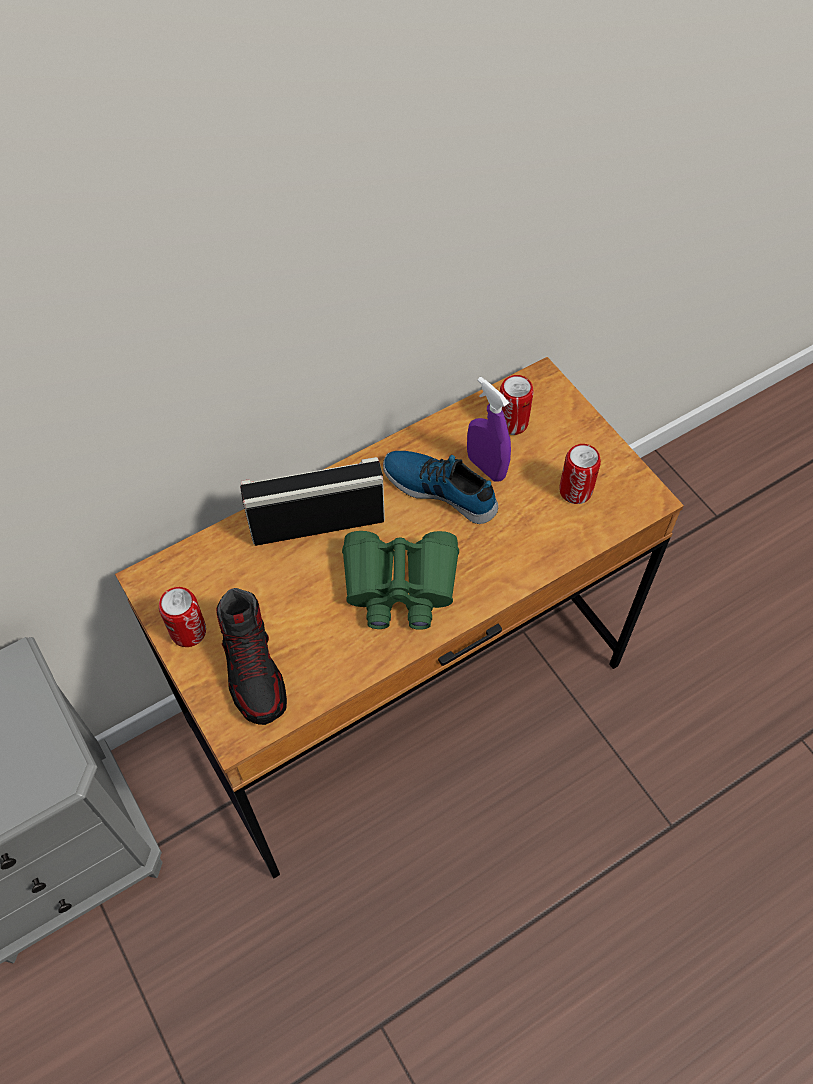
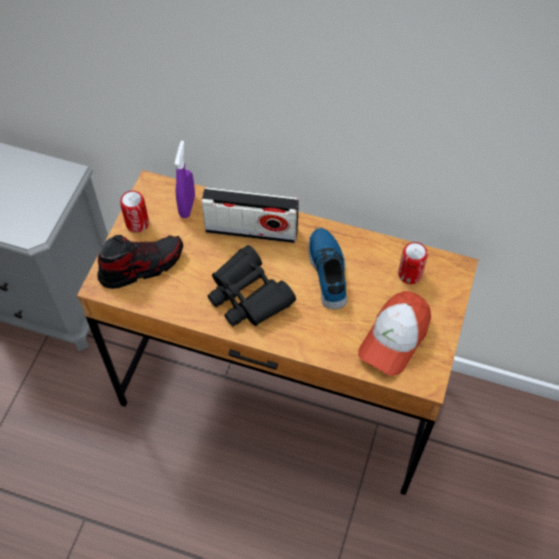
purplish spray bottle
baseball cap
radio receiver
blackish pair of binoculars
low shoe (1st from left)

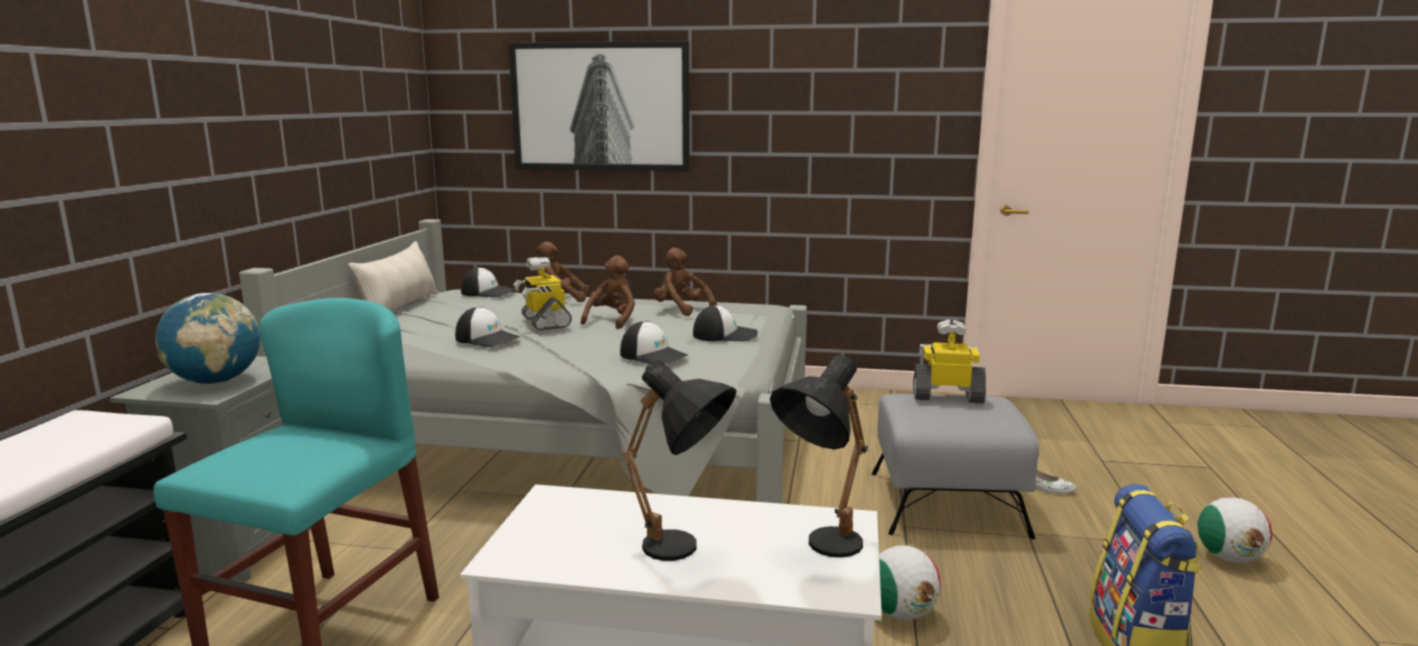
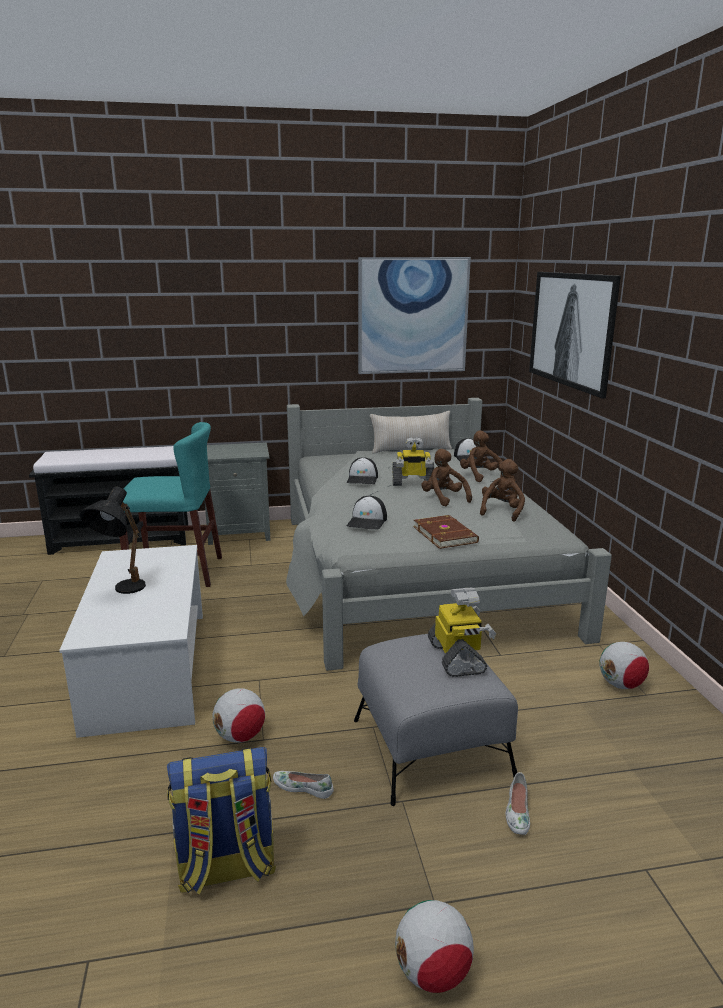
brown cuddly toy (1st from left)
toy robot (1st from left)
globe
brown volume
blackish lamp for a table (2nd from left in the first image)
wall art (1st from left)
football (3rd from left)
white-coloured low shoe (1st from left)

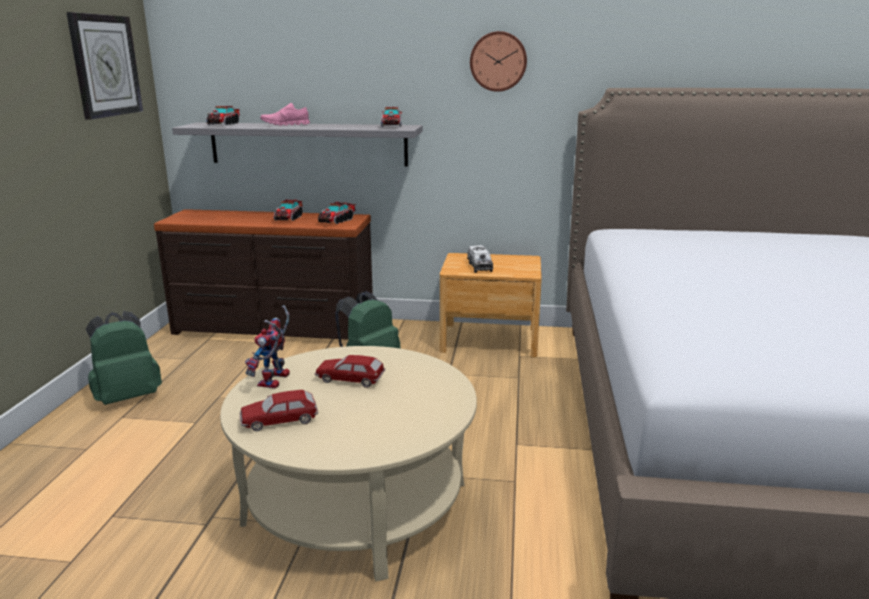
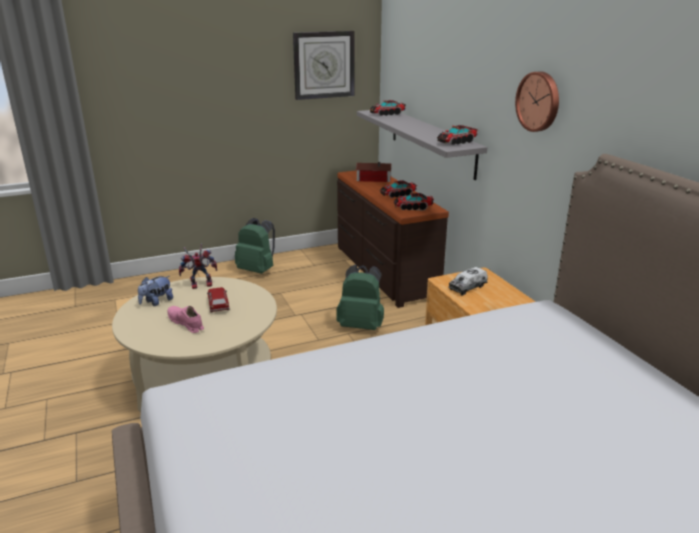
pinkish low shoe
cuddly toy
miniature house

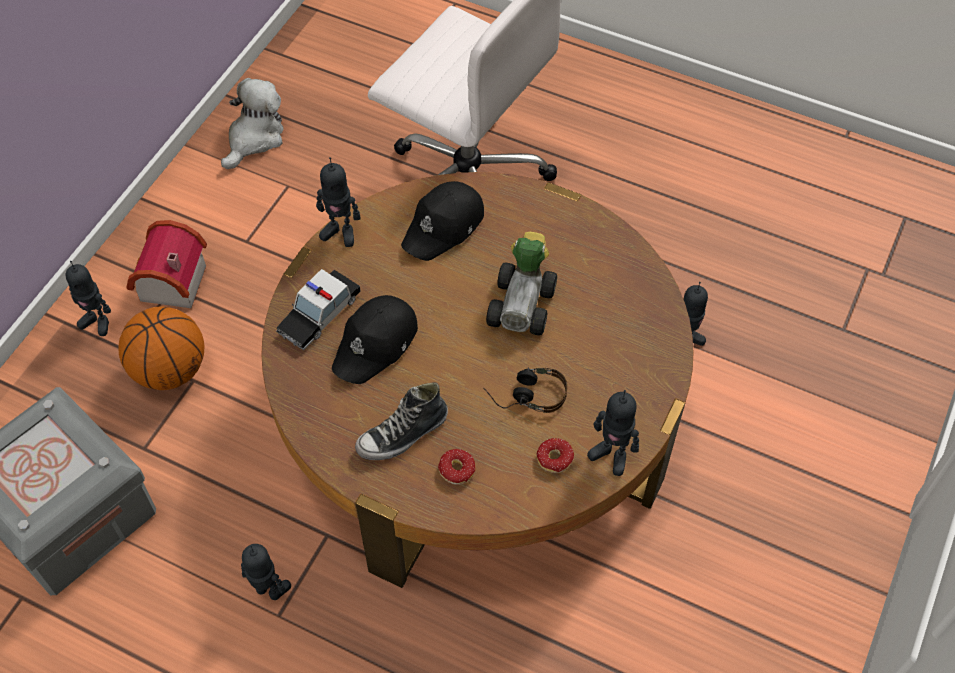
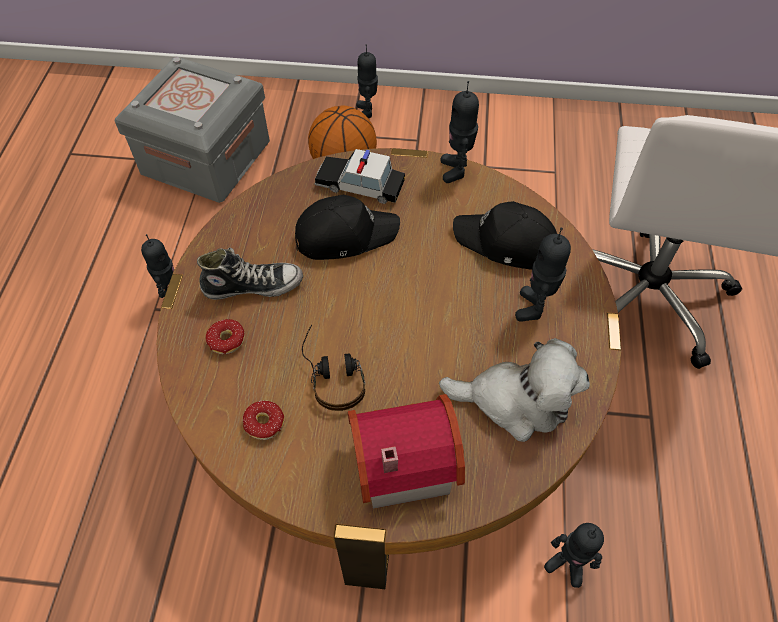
cuddly toy
miniature house
model car (2nd from left in the first image)
blackish baseball cap (1st from left)
low shoe
toy robot (4th from left)

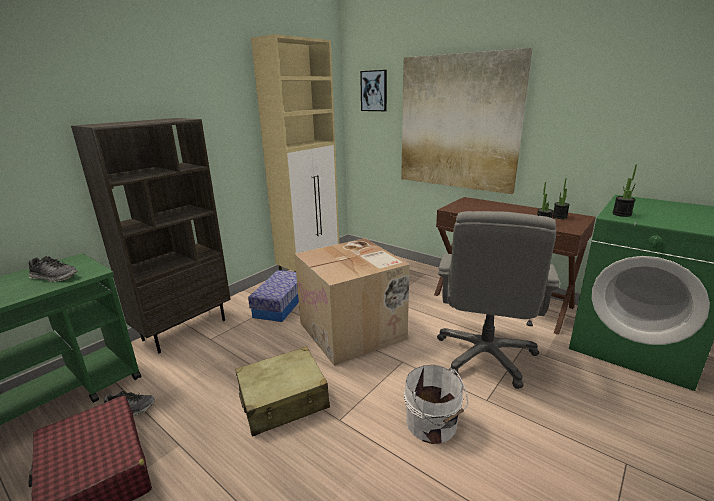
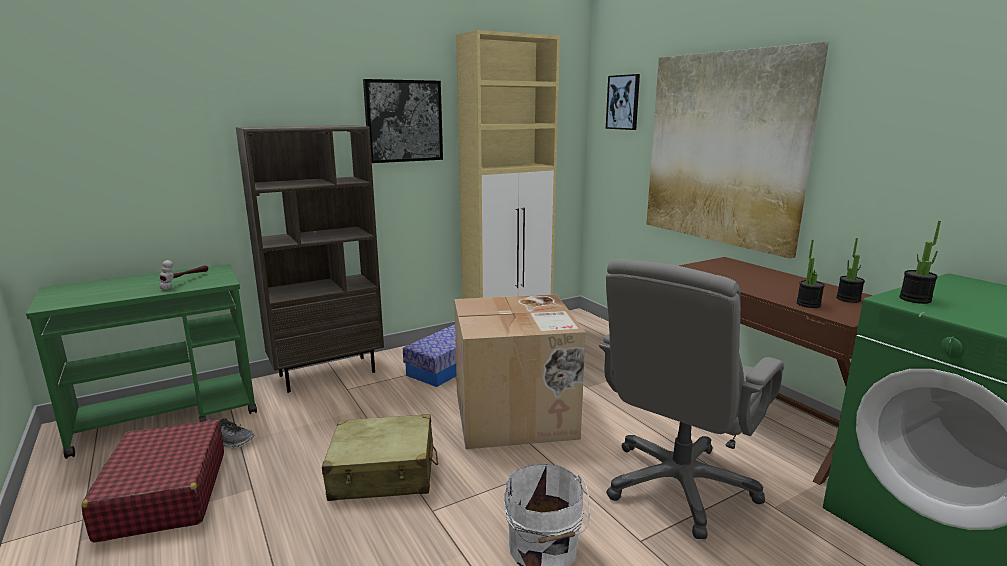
tool hammer
wall art (1st from left)

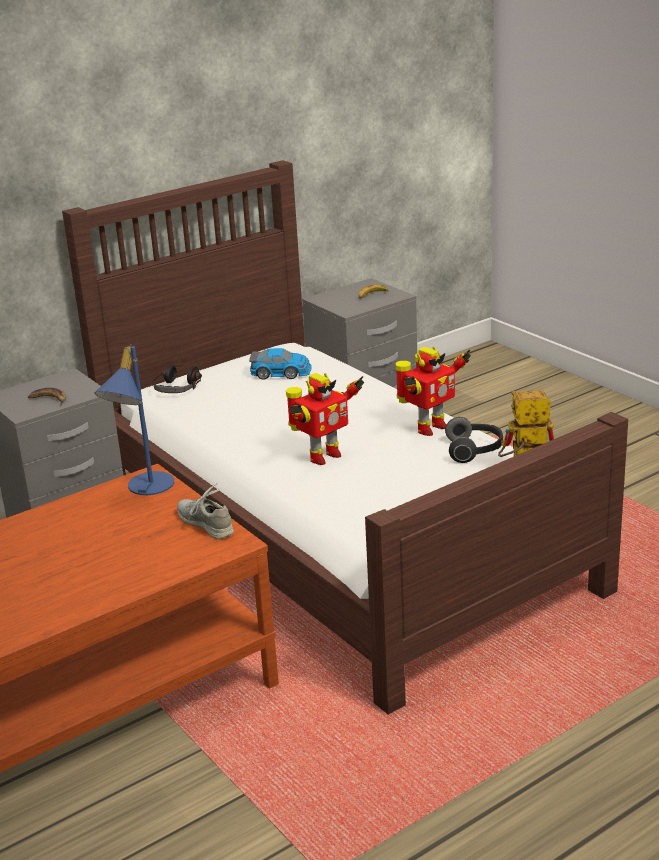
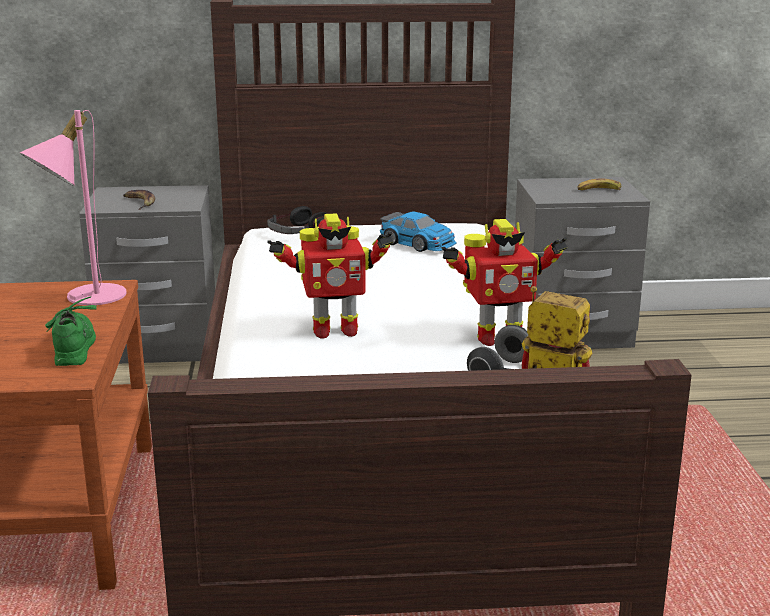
pinkish lamp for a table
green low shoe

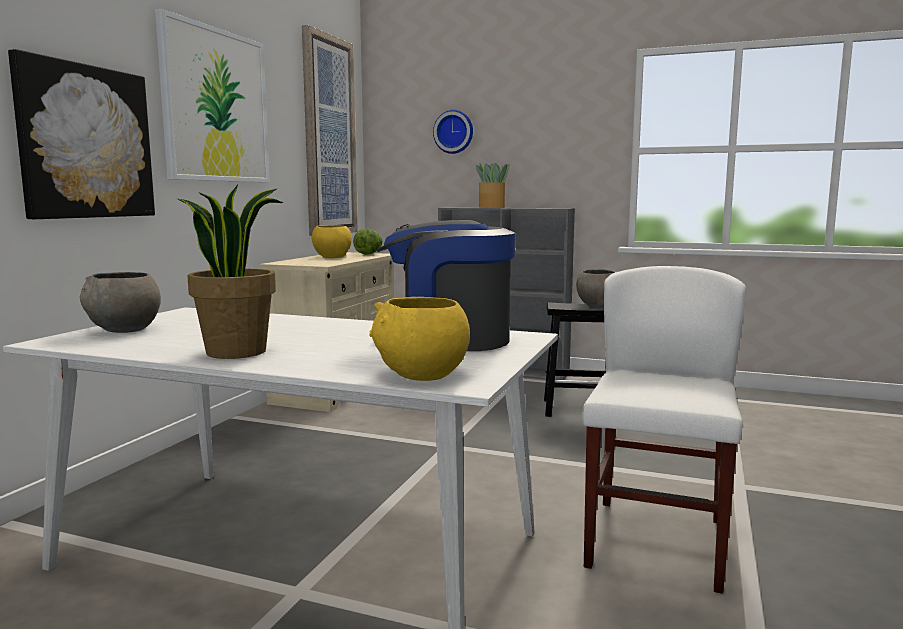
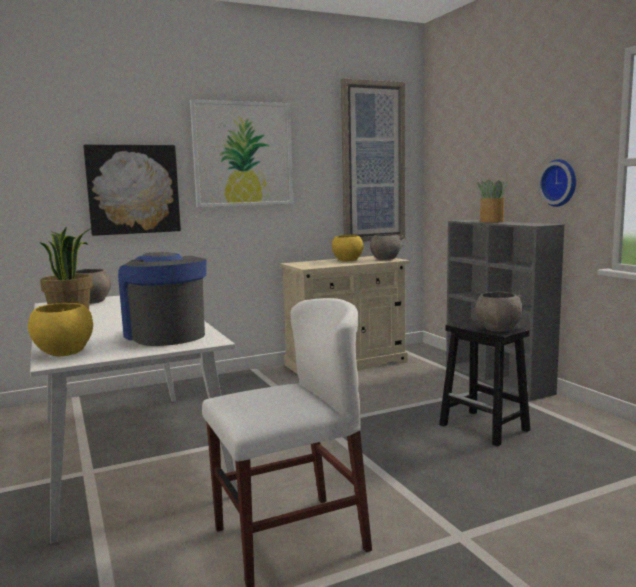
wall clock
gray deep dish (2nd from left)

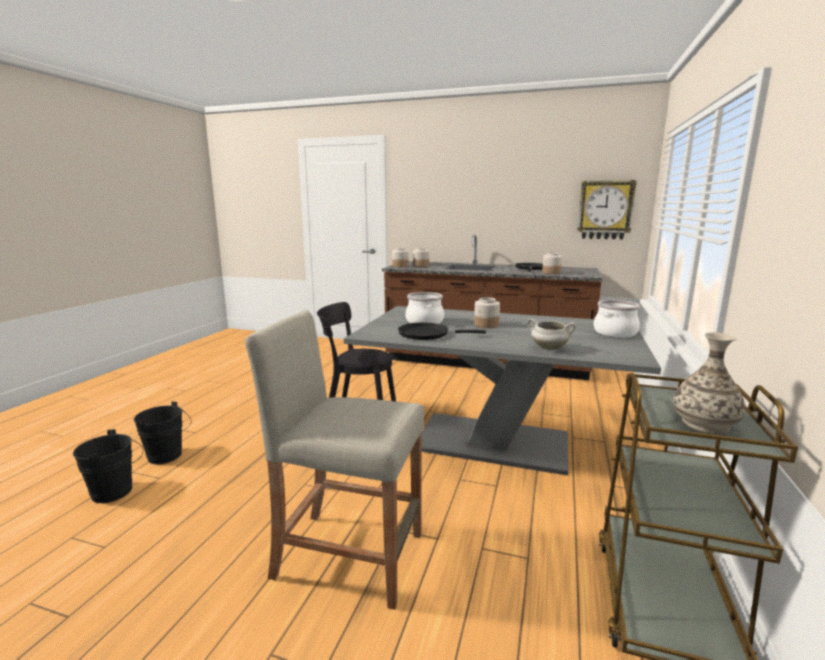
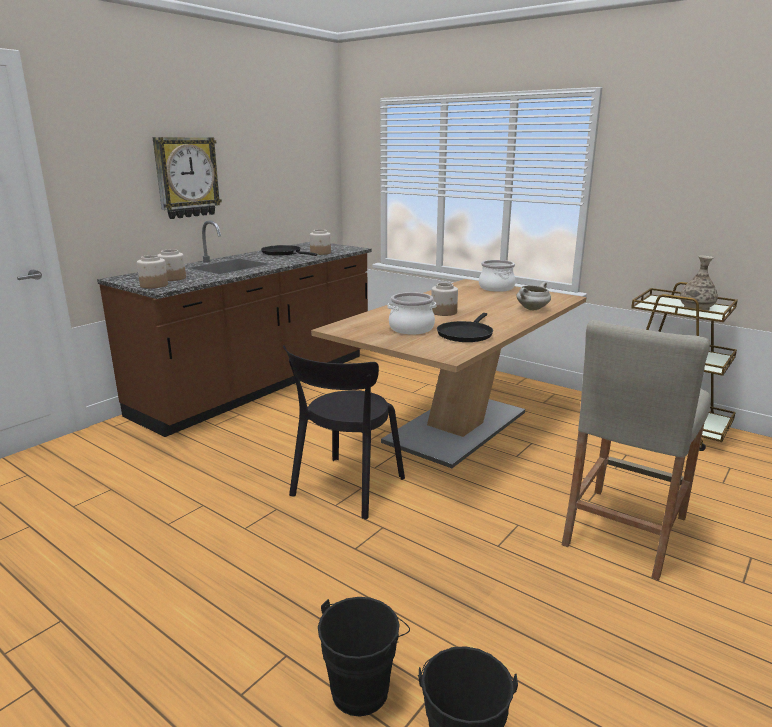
wall clock
brown kitchen table

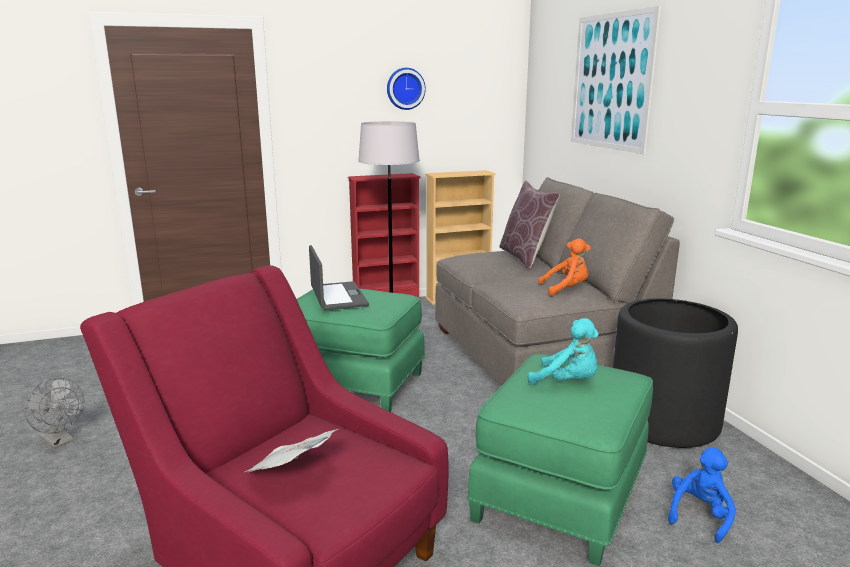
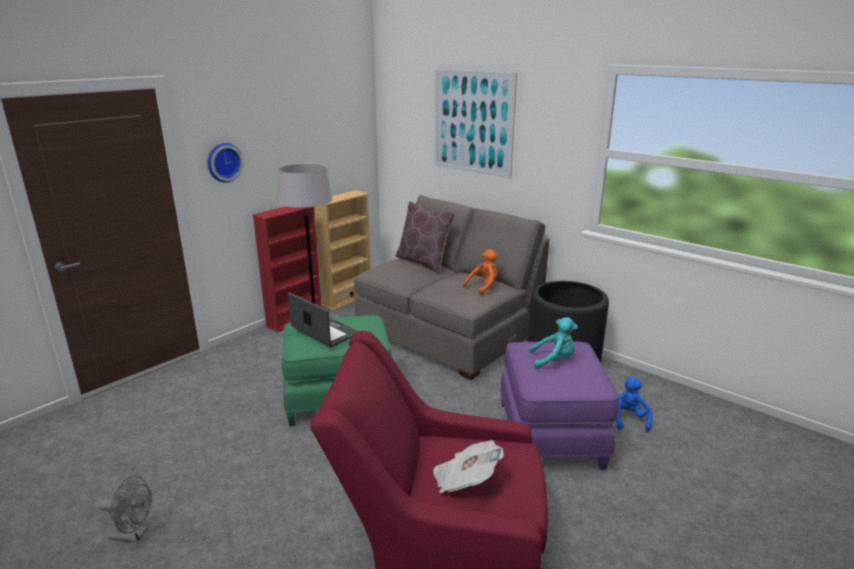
wall clock
purplish footrest

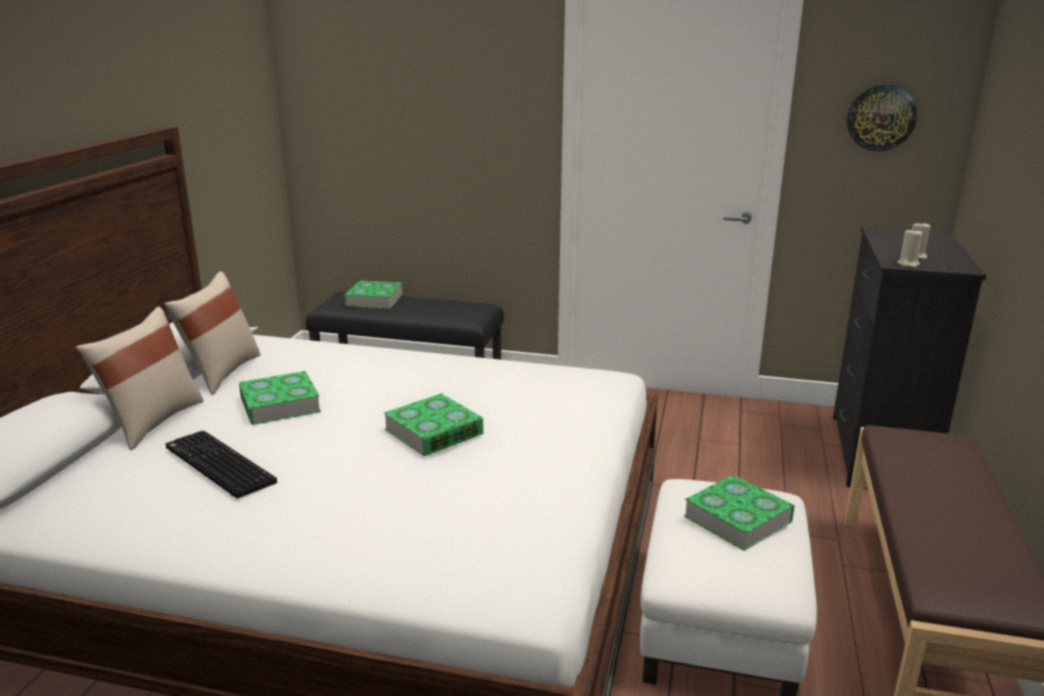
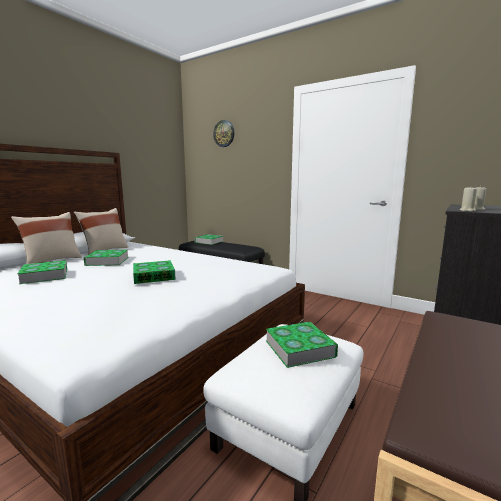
wall clock
volume (1st from left)

